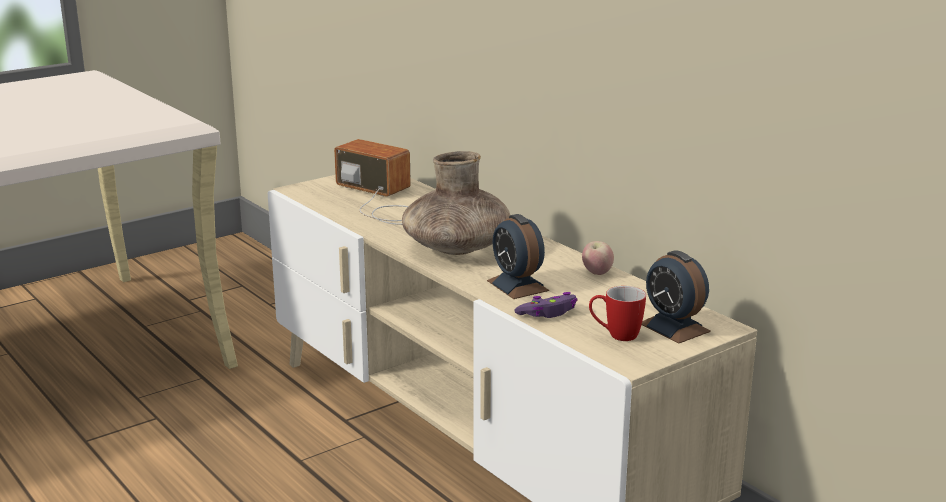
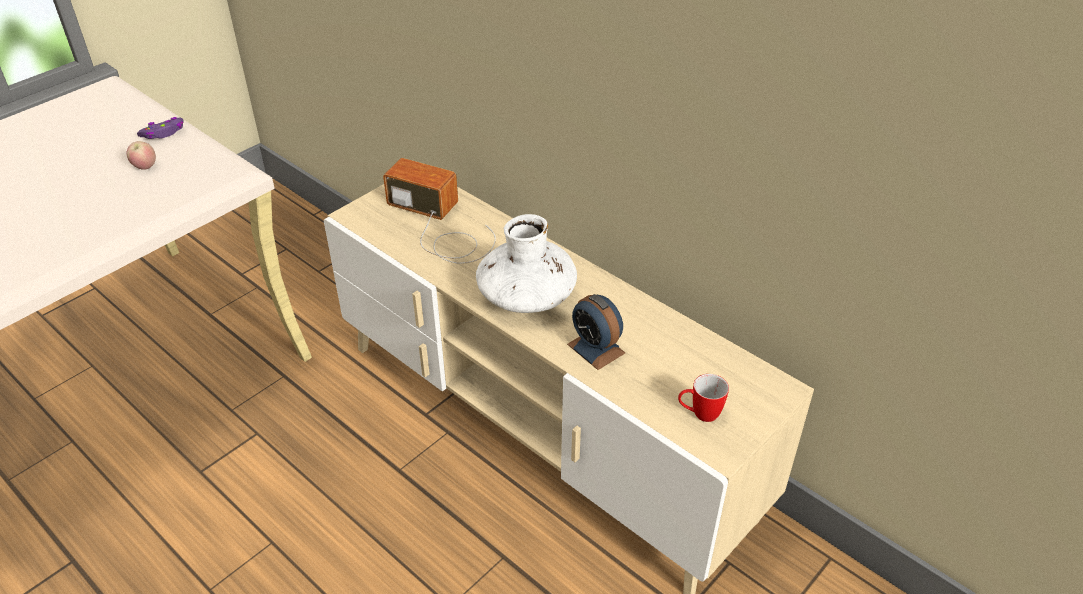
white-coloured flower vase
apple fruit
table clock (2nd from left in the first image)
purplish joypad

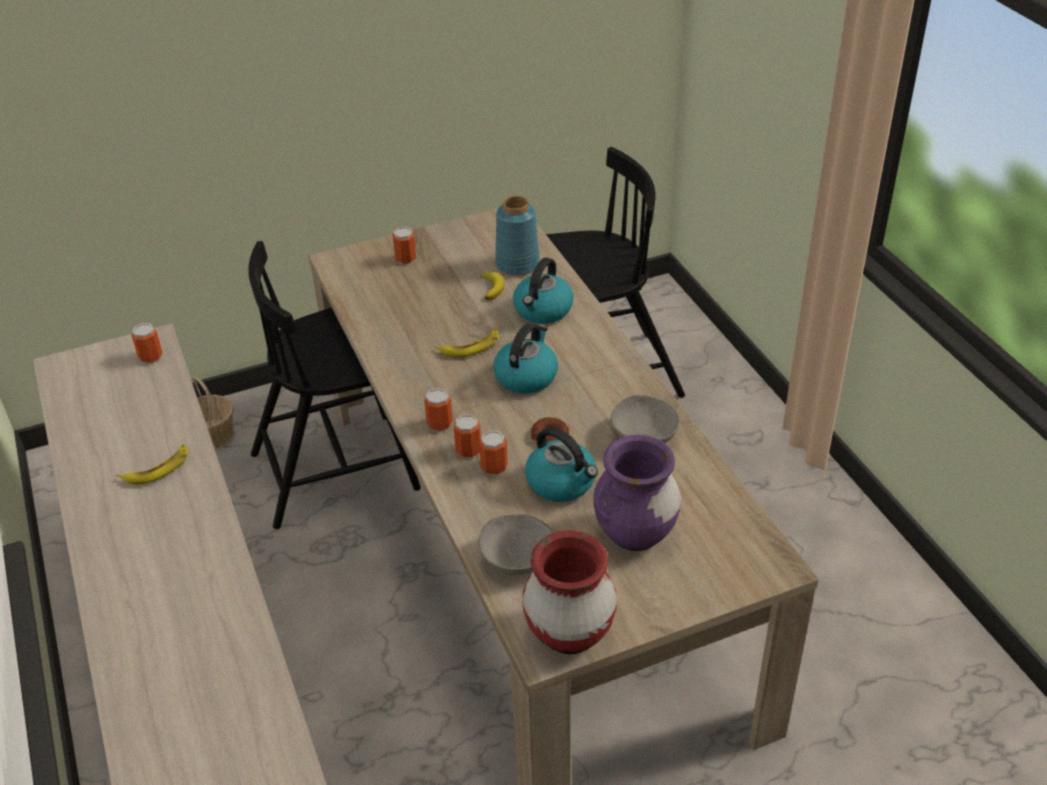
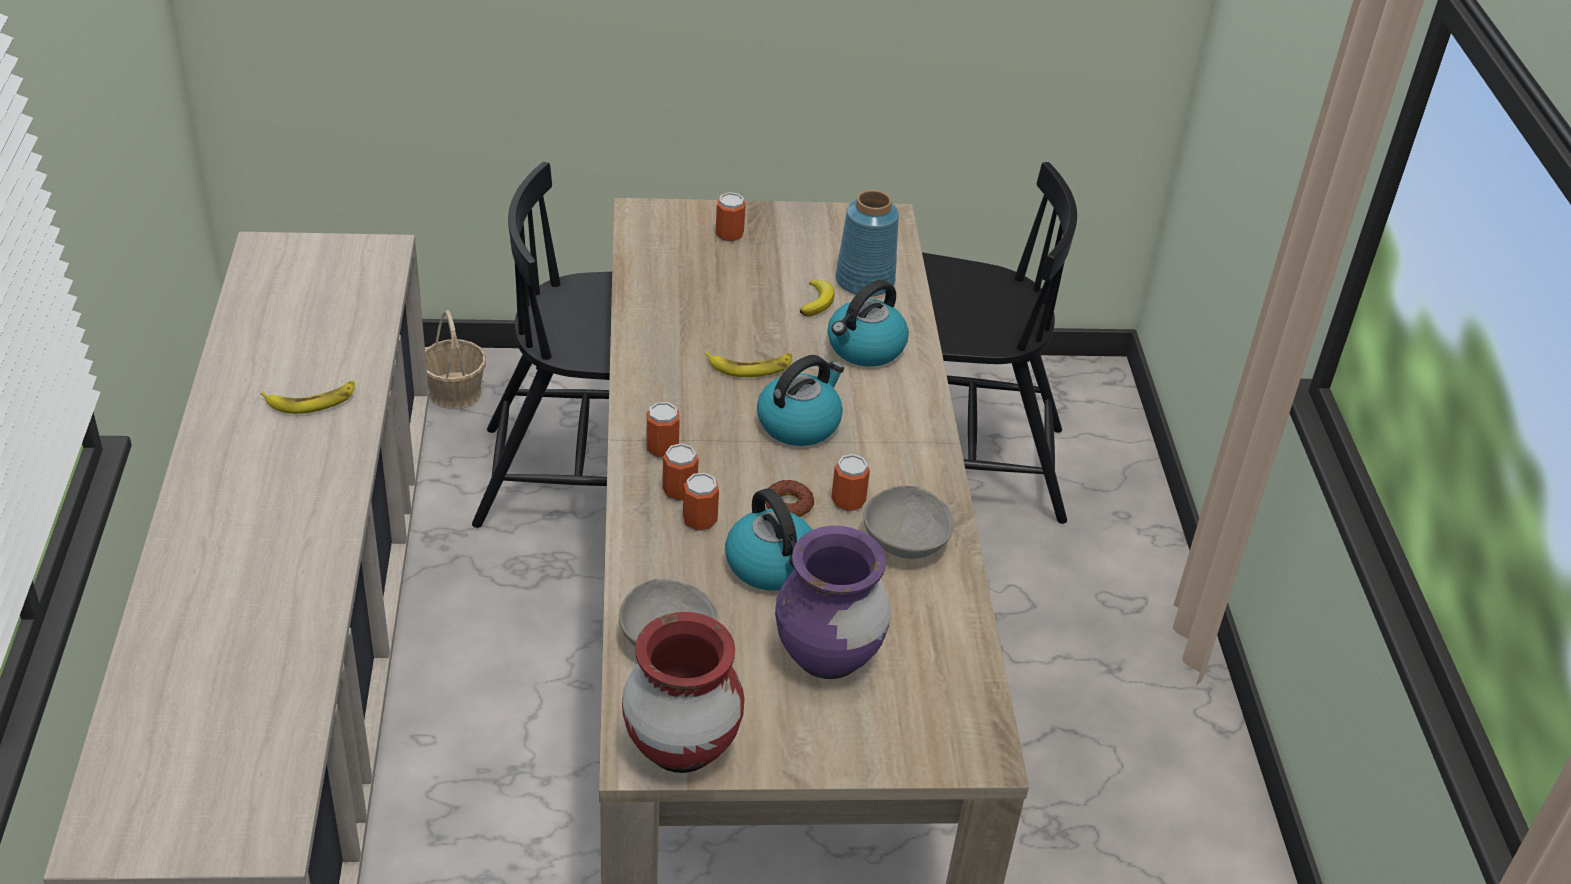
metal can (5th from left)

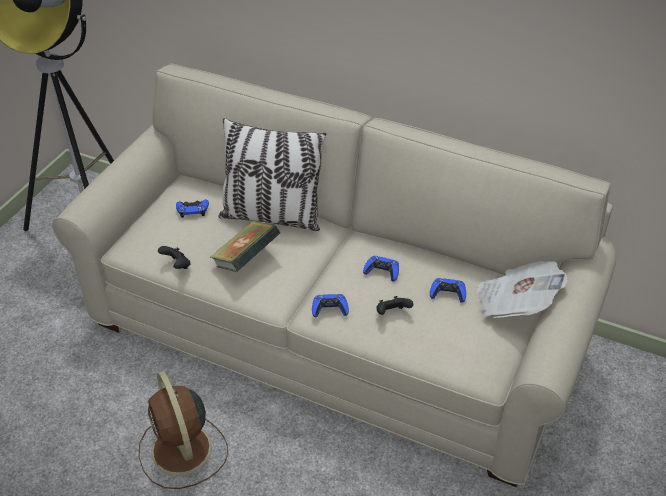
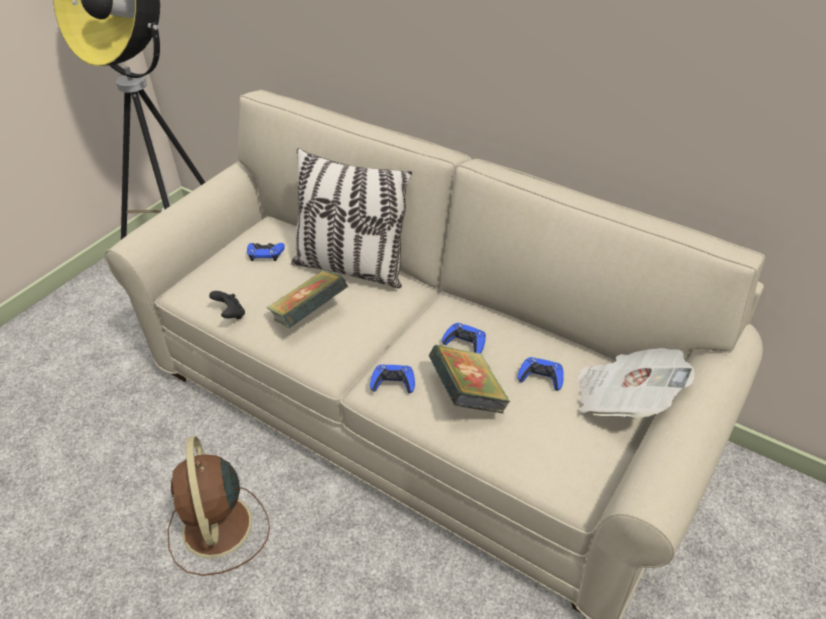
volume (2nd from left)

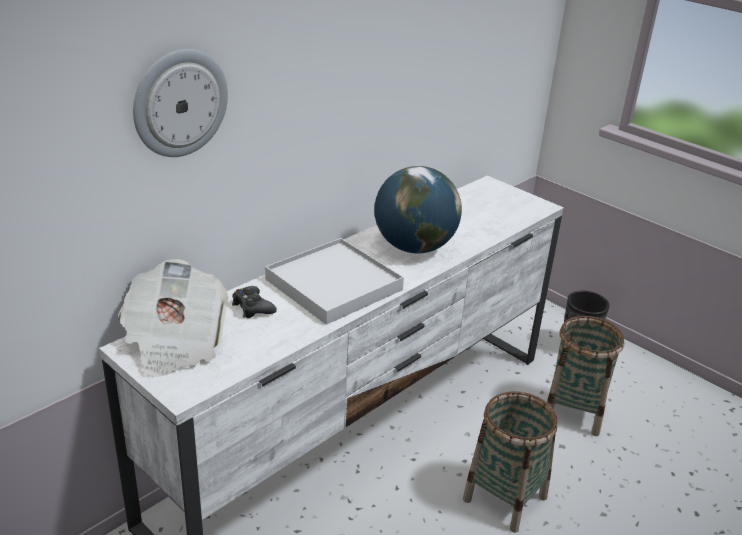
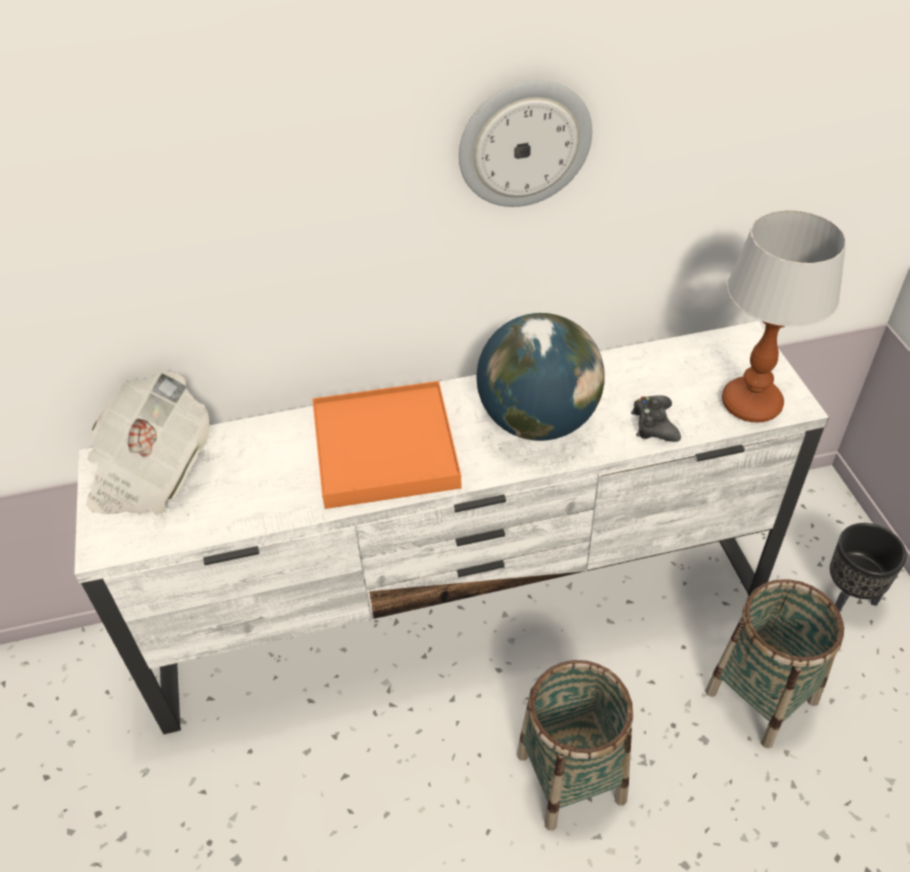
wall clock
orange tray
blackish joypad
lamp for a table

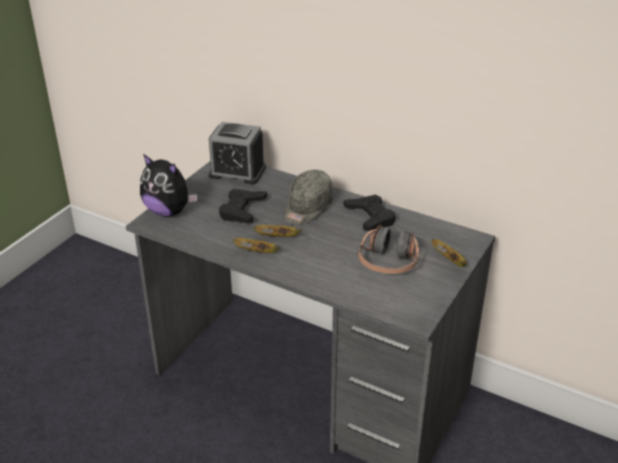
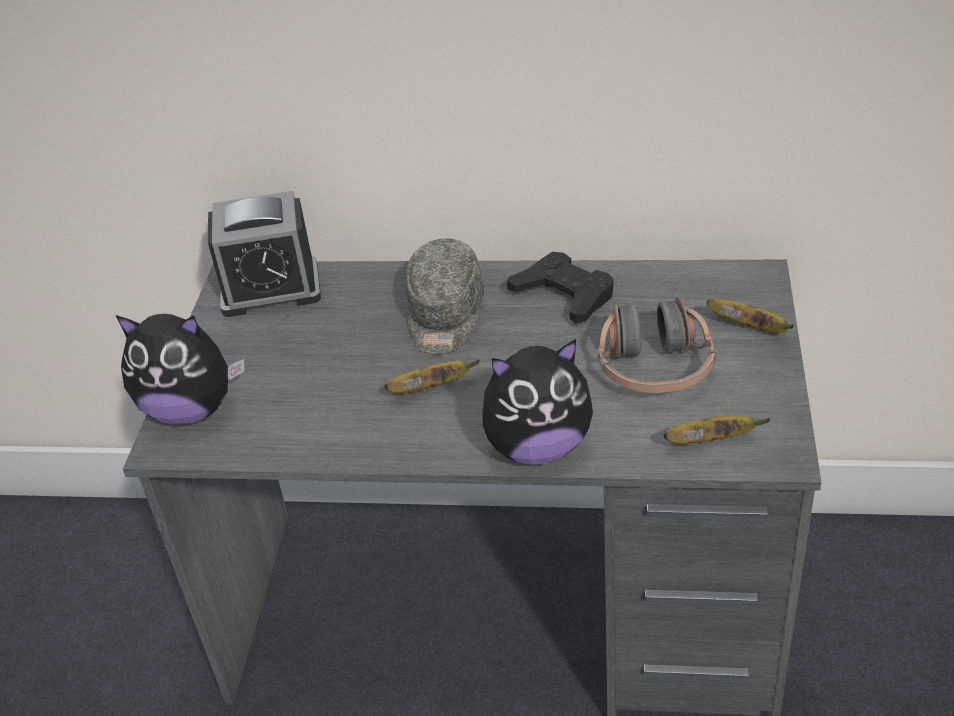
blackish joypad (1st from left in the first image)
banana fruit (2nd from left)
cuddly toy (2nd from left)

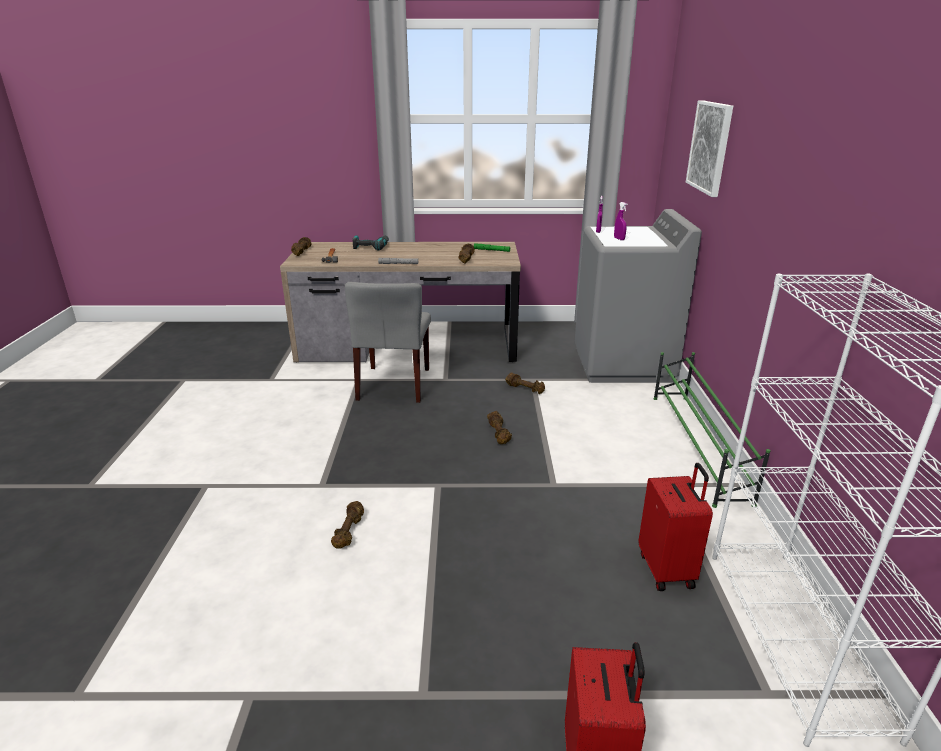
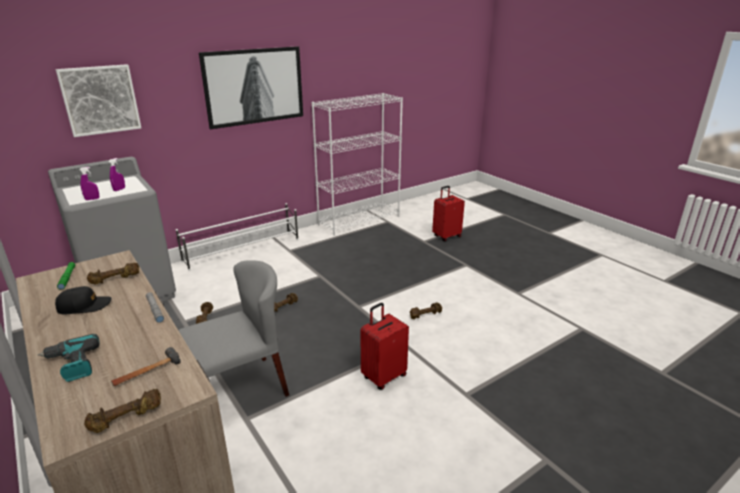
white-coloured shoe shelf
red-coloured travel case (1st from left)
wall art (2nd from left)
blackish baseball cap

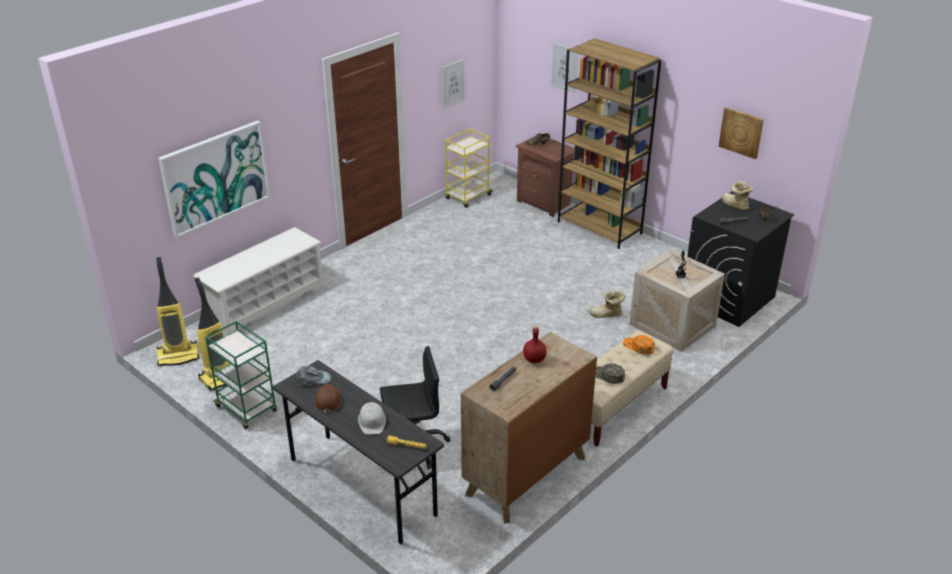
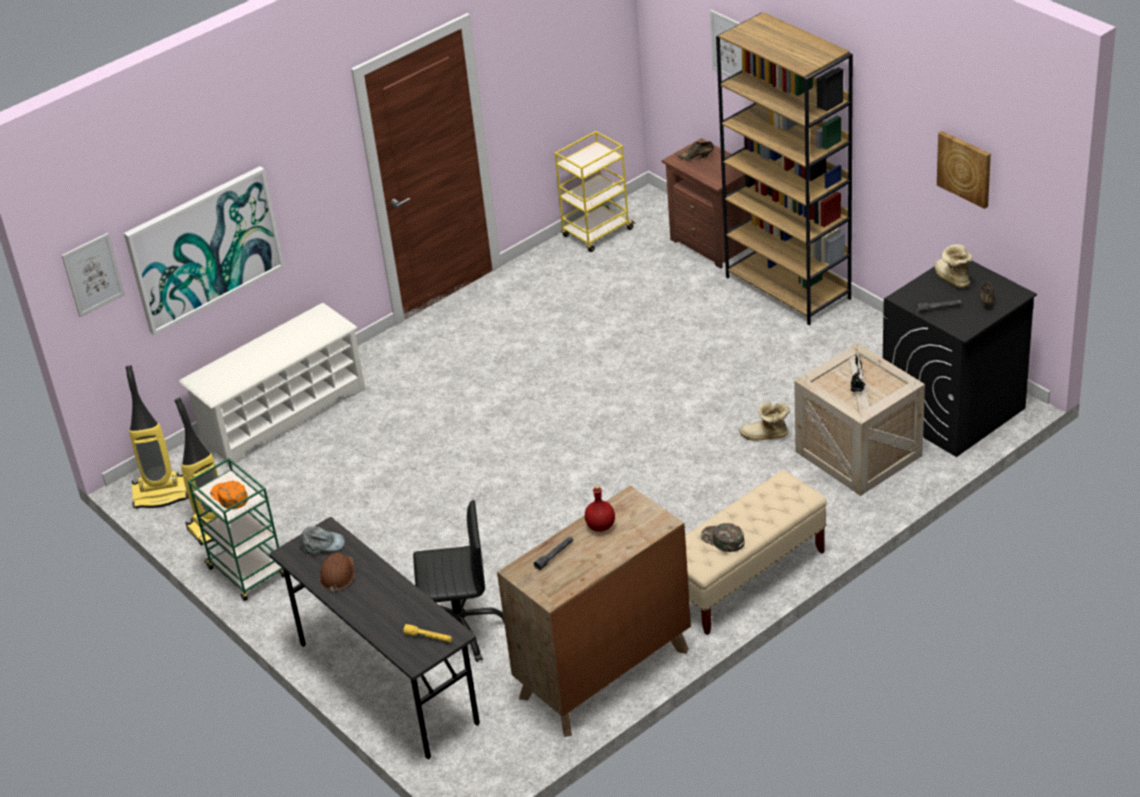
wall art (1st from left)
orange baseball cap
white-coloured hard hat

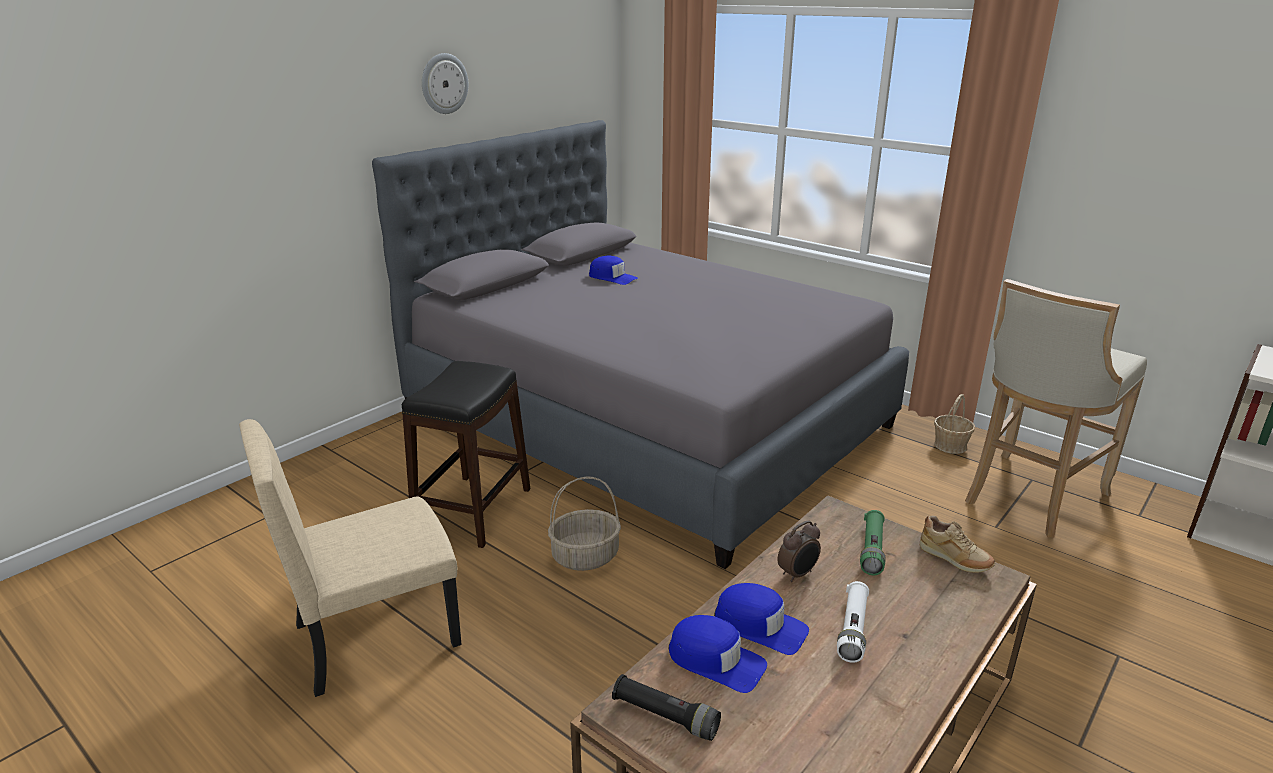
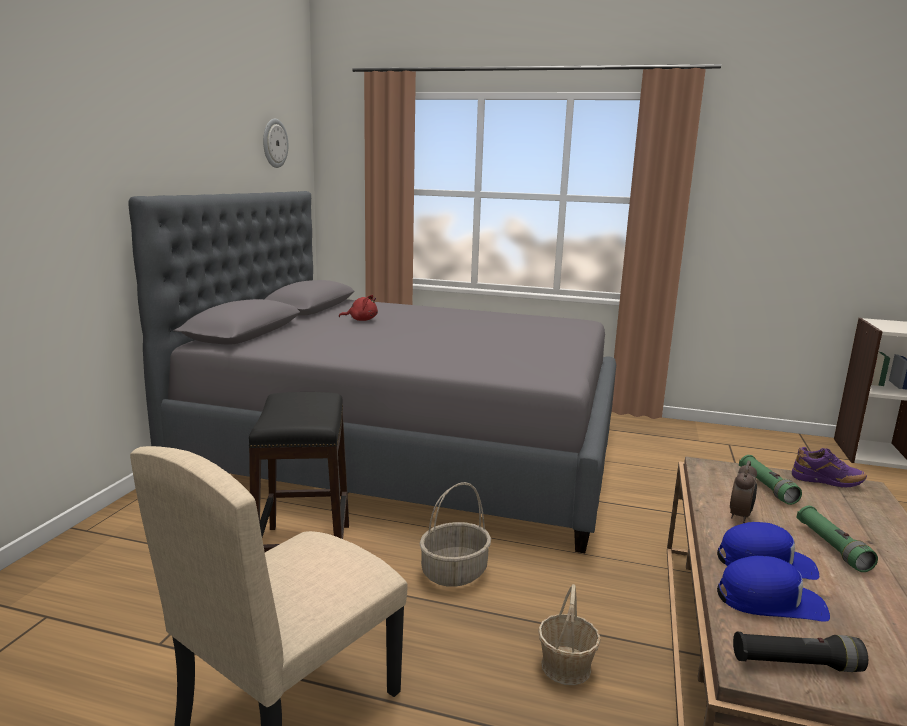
wall clock
red-coloured cuddly toy
beige-coloured sitting stool
storage basket (2nd from left)
purplish low shoe
green hand torch (2nd from left)

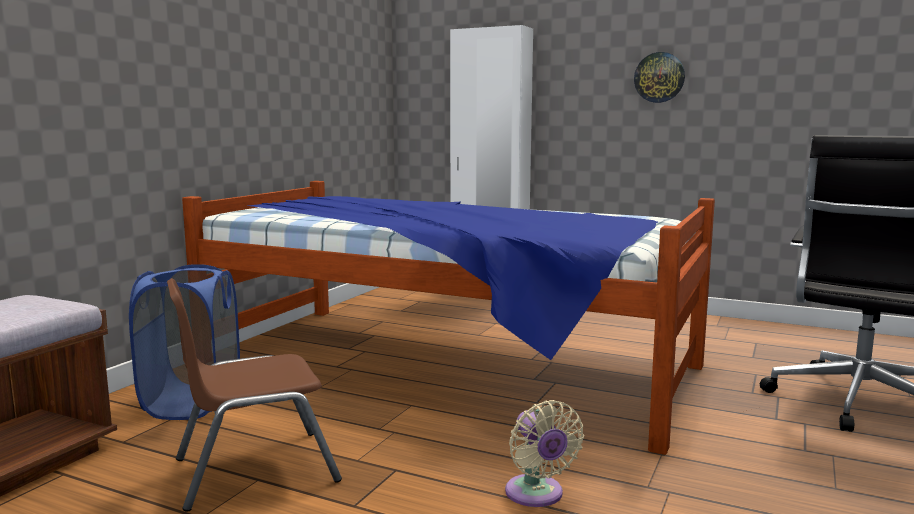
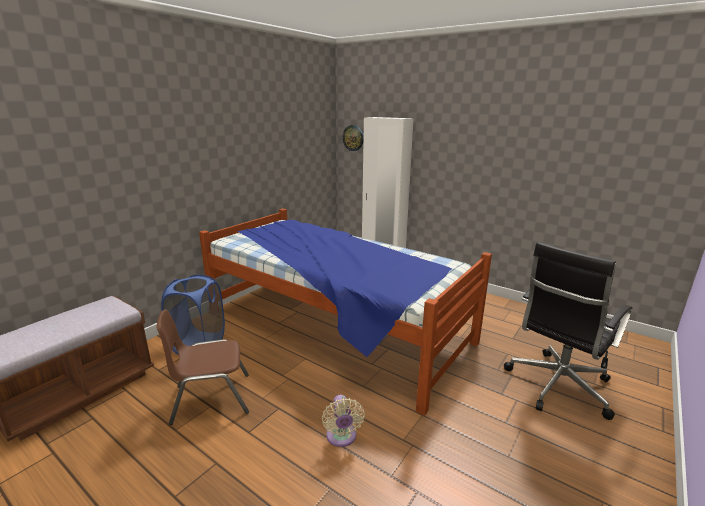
wall clock

